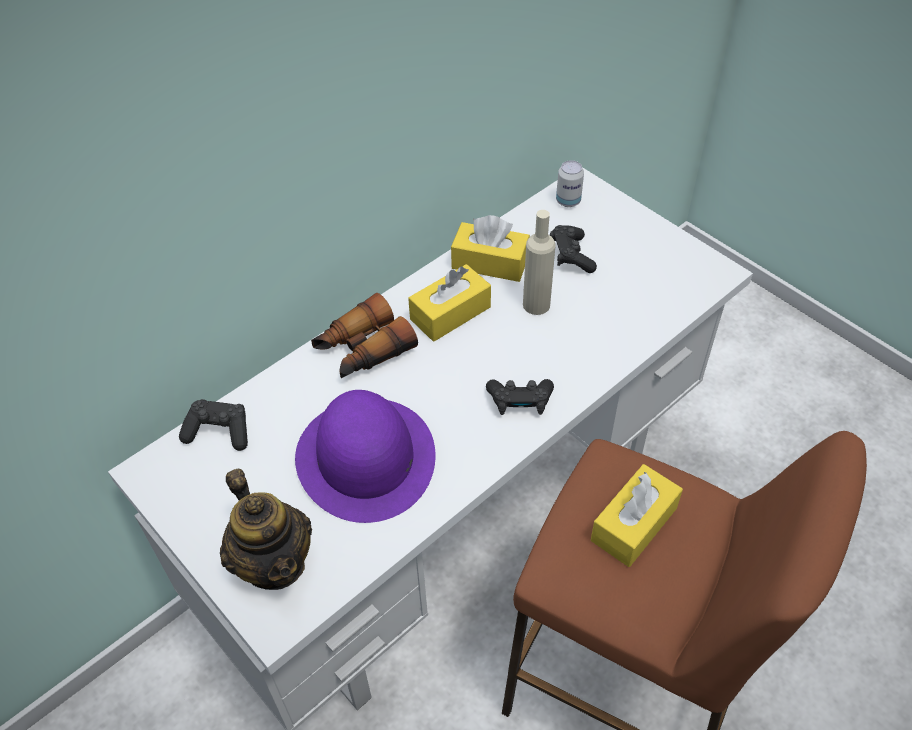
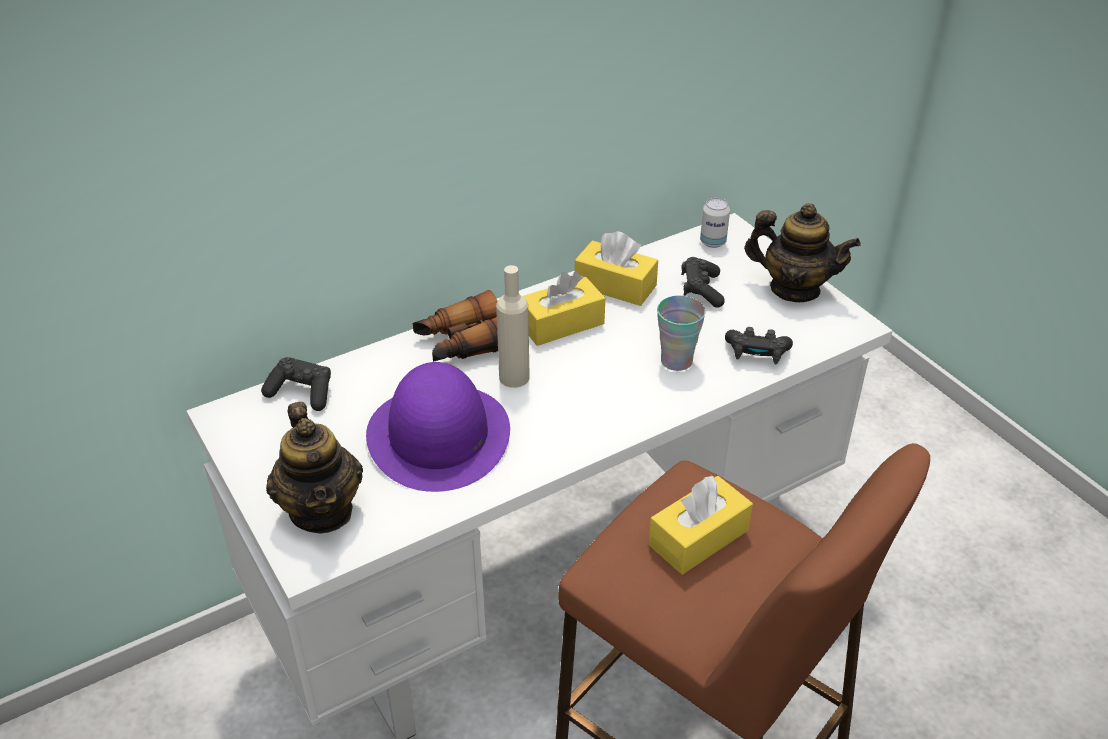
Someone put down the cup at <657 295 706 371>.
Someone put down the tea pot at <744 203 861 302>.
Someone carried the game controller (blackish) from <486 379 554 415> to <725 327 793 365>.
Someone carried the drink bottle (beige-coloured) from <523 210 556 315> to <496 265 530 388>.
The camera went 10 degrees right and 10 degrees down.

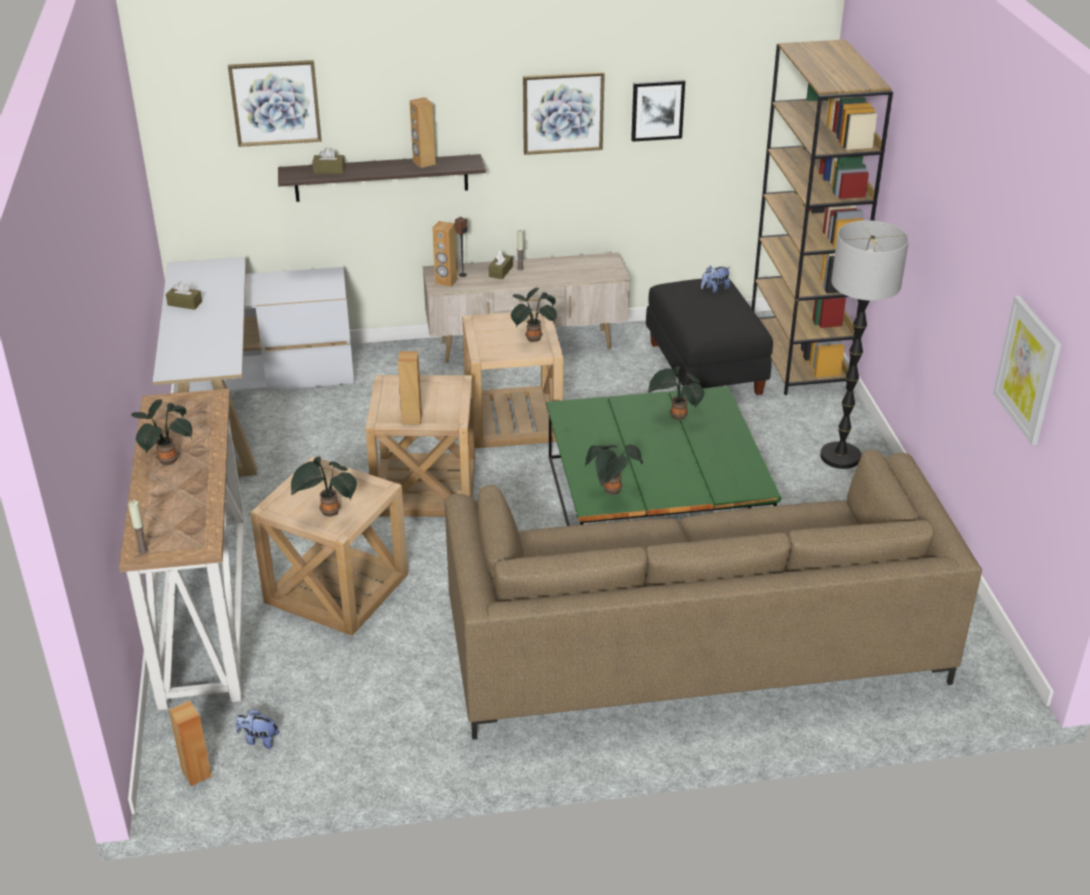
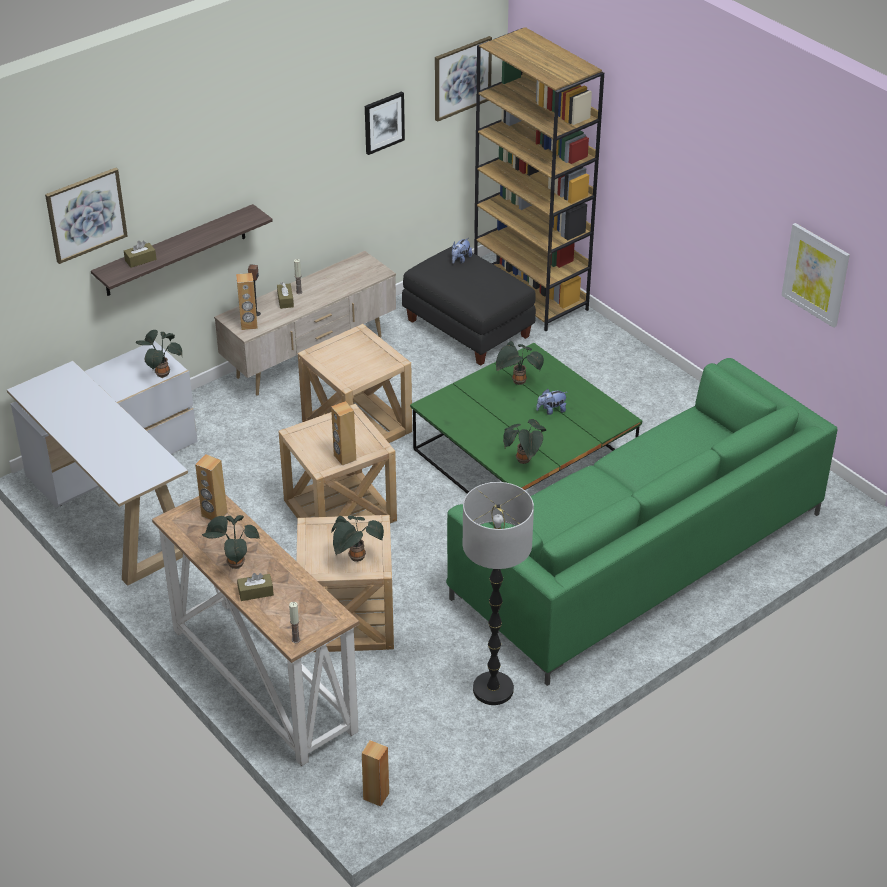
Someone carried the tissue box (brown-coloured) from <166 281 202 310> to <237 573 274 601>.
Someone carried the plush toy from <236 709 279 749> to <536 389 567 415>.
Someone carried the audio speaker (brown-coloured) from <410 97 436 168> to <195 454 227 520>.
Someone carried the plant in a pot from <511 288 557 342> to <136 330 182 378>.
Someone carried the wall art from <523 72 605 155> to <435 36 492 122>.
Someone carried the floor lamp from <820 220 909 469> to <463 482 534 705>.
Someone repainted the sofa (brown-coloured) at <444 450 982 740>, which became the sofa (greenish) at <446 358 838 686>.
The camera went 30 degrees left and 5 degrees up.

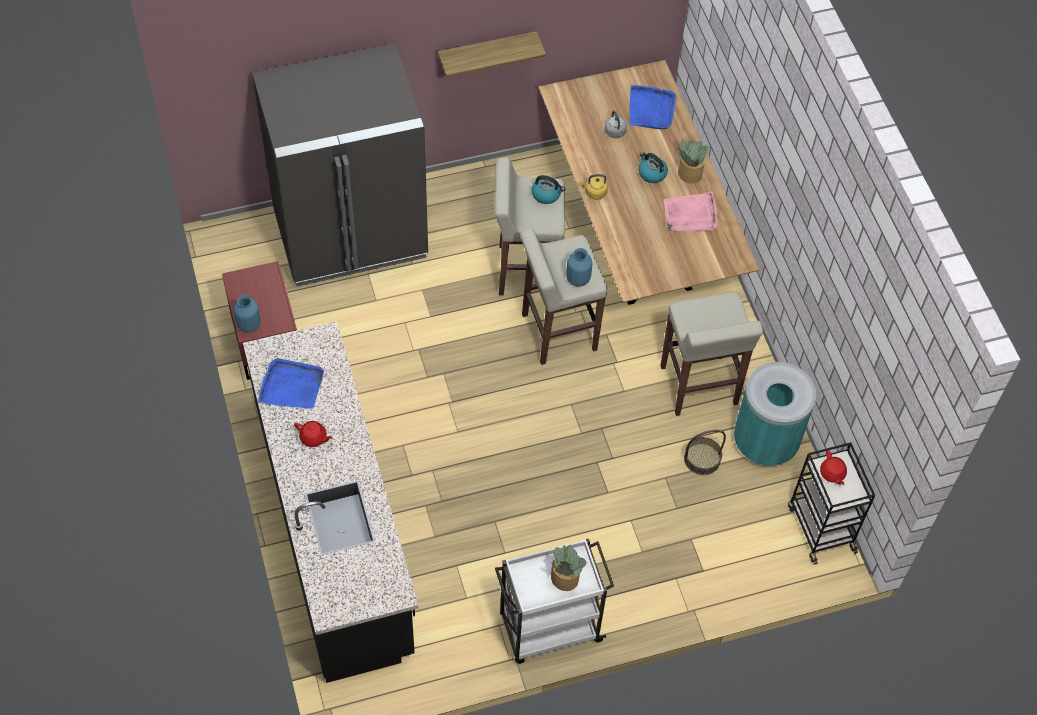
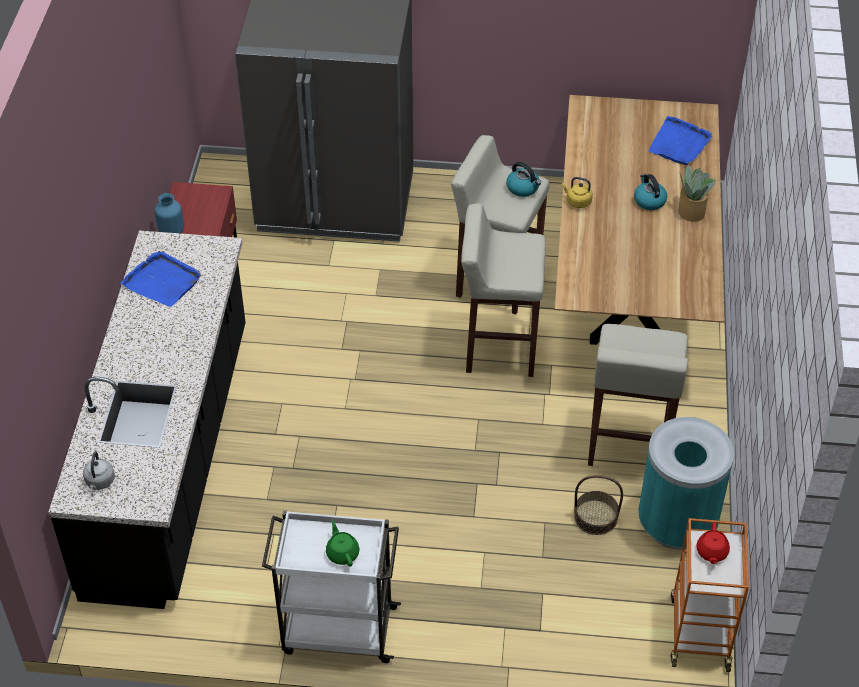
Someone took away the tea pot (red) at <294 421 333 447>.
Someone took away the wall shelf at <438 31 546 77>.
Someone took away the vase (blue) at <566 248 592 287>.
Someone took away the carrying tray (pinkish) at <663 191 717 231>.
Someone carried the kettle (grey) from <605 111 627 138> to <83 452 115 490>.
Someone swapped the plant in a pot at <548 545 586 591> for the tea pot (greenish) at <326 520 359 567>.
Someone repainted the wheeled cart (blackish) at <788 442 875 565>, which became the wheeled cart (orange) at <671 518 749 672>.
The camera went 25 degrees right and 10 degrees down.

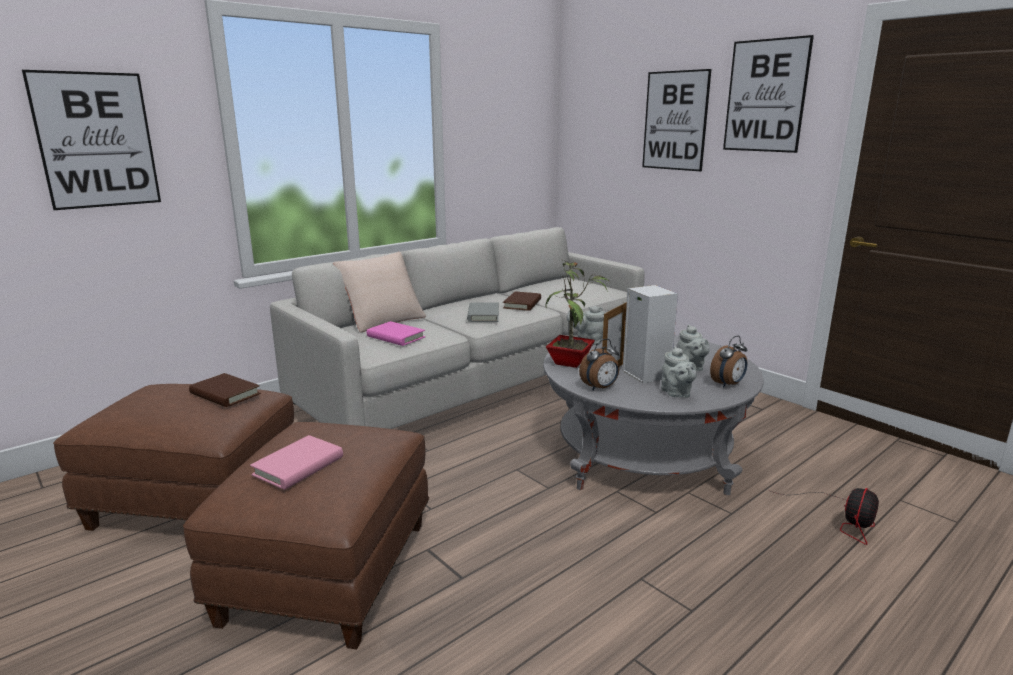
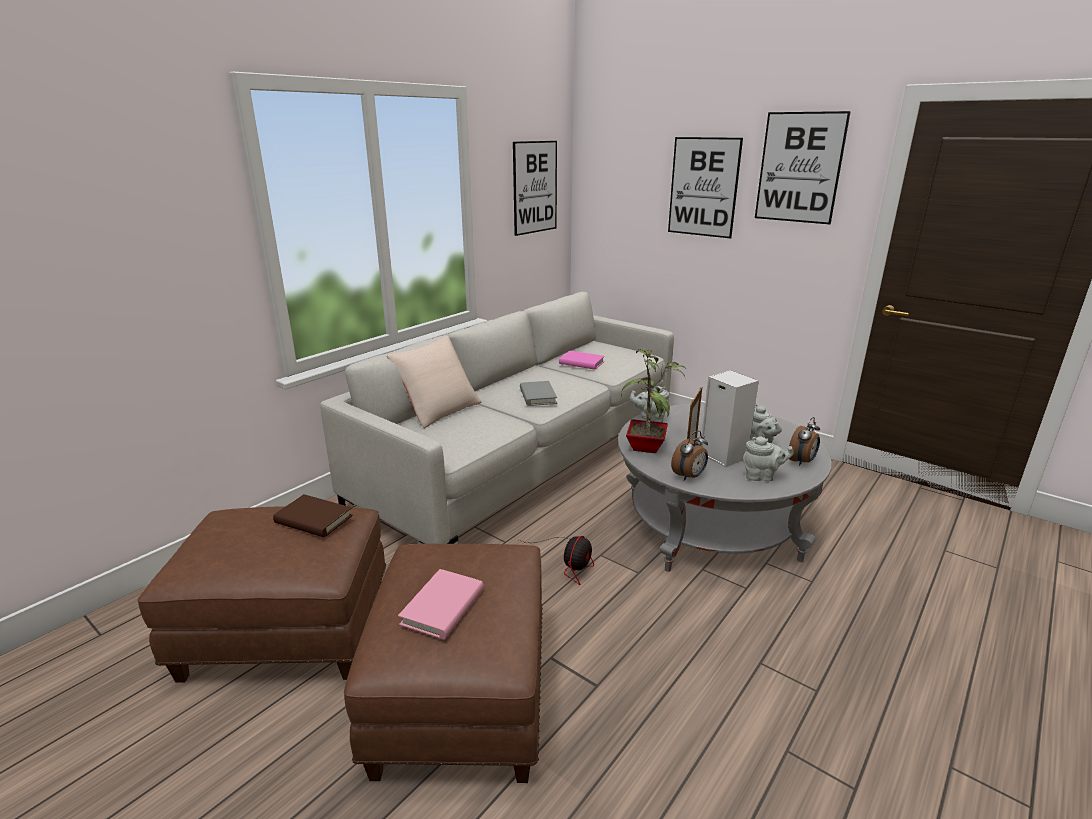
Someone took away the bound book (brown-coloured) at <503 291 541 311>.
Someone carried the wall art from <22 70 161 210> to <513 141 557 236>.
Someone carried the bound book (pinkish) from <367 321 425 346> to <559 351 605 370>.
Someone carried the electric fan from <771 488 879 545> to <519 536 594 585>.
Someone rotated the tea pot (grey) at <661 346 697 398> by 60 degrees counterclockwise.
The camera went 10 degrees left and 5 degrees up.

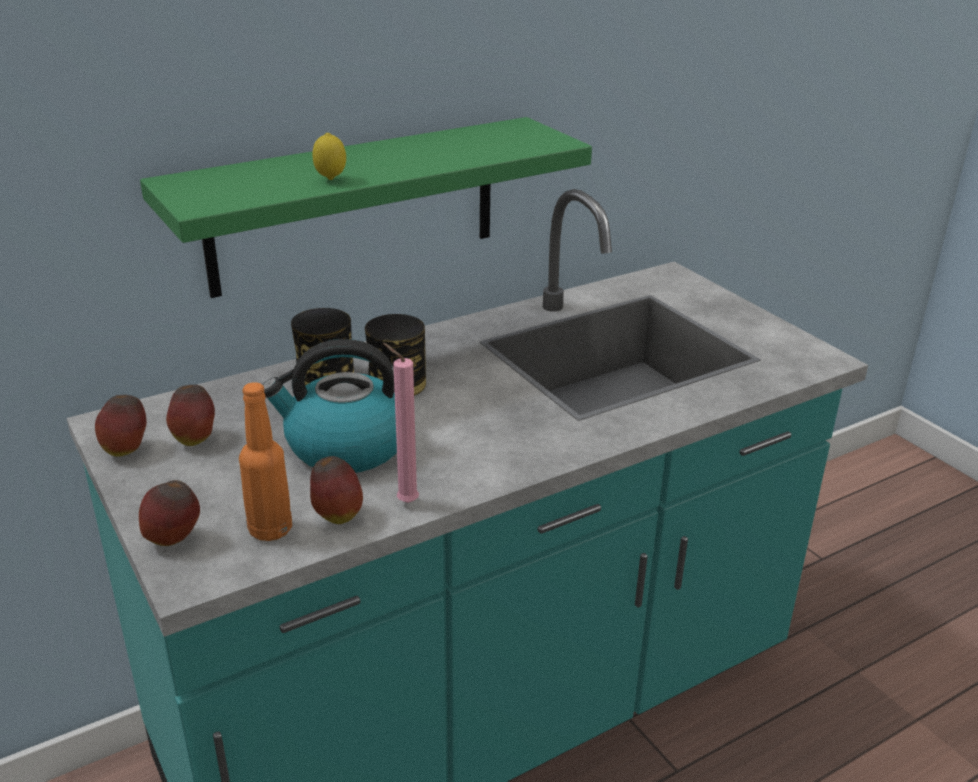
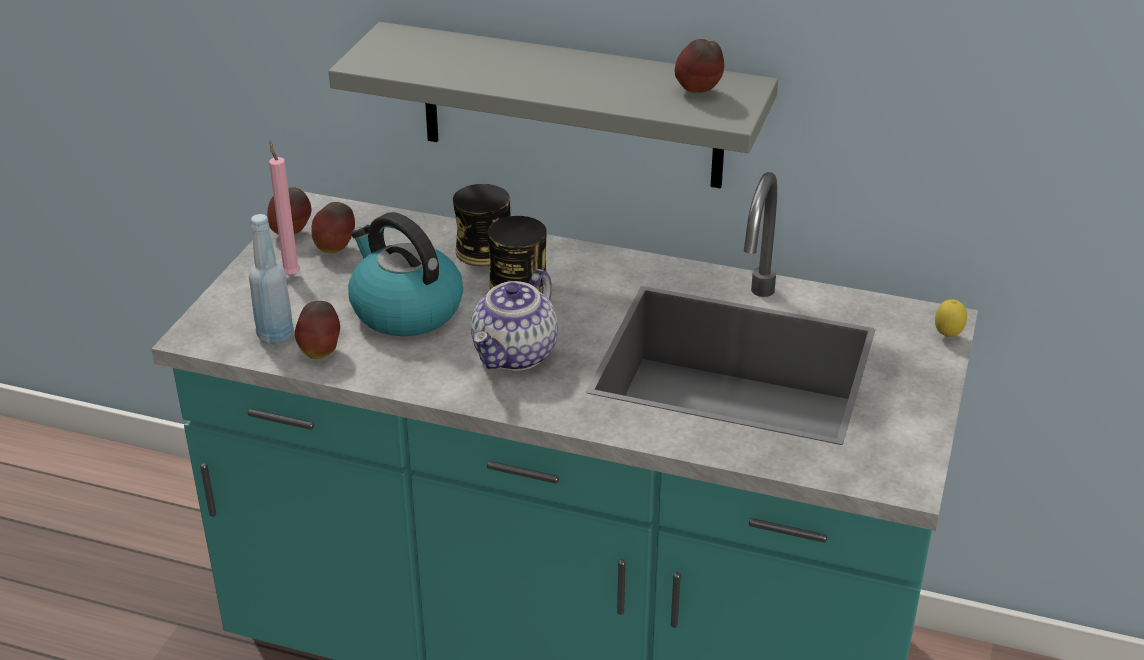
Someone put down the tea pot at <471 269 558 371>.
Someone carried the whole apple from <139 480 200 546> to <675 39 724 93>.
Someone carried the lemon from <312 133 346 180> to <935 299 967 337>.
Someone carried the wax candle (pinkish) from <383 343 419 503> to <269 140 300 276>.
Someone repainted the wall shelf (greenish) at <140 117 592 298>, which became the wall shelf (grey) at <329 22 778 188>.
Someone repainted the drink bottle (orange) at <239 382 292 541>, which became the drink bottle (blue) at <249 214 294 344>.
The camera went 50 degrees right and 5 degrees up.

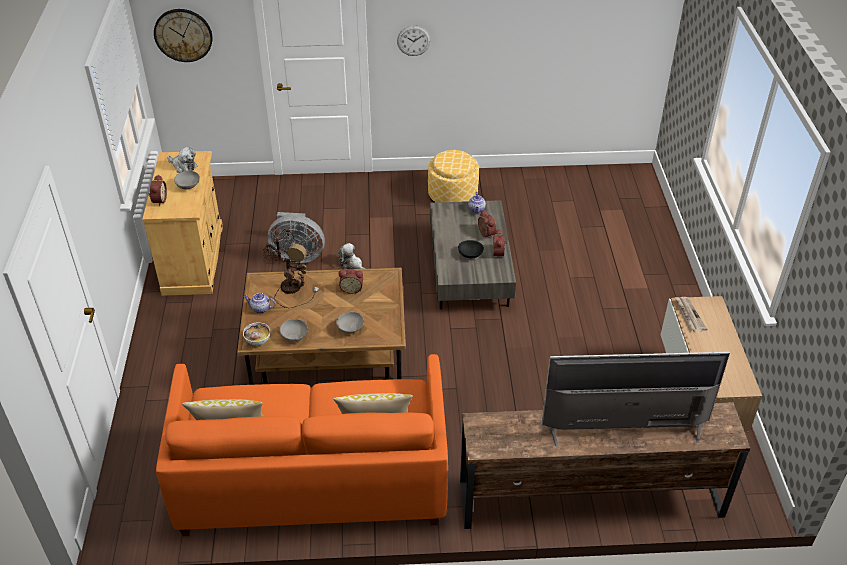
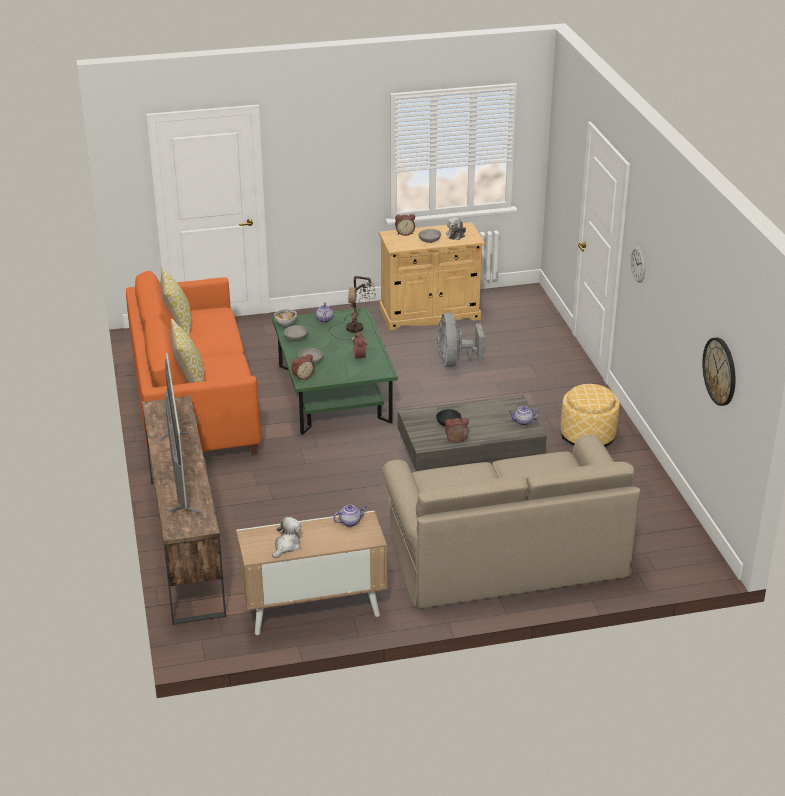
Someone put down the sofa (beige-coloured) at <382 434 640 609>.
Someone carried the wall clock from <154 9 213 62> to <702 337 735 406>.
Someone carried the plush toy from <338 243 366 269> to <272 517 301 558>.
Someone carried the alarm clock from <478 210 497 238> to <291 354 315 380>.
Someone swapped the daily paper at <675 297 707 332> for the tea pot at <333 505 366 527>.
Someone repainted the lounge table (brown-coloured) at <237 268 406 385>, which became the lounge table (greenish) at <272 307 398 435>.
The camera went 80 degrees right and 10 degrees down.

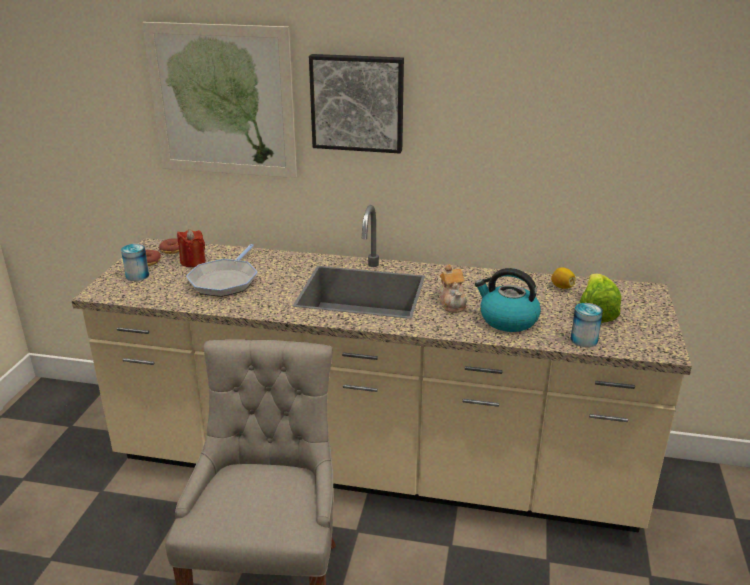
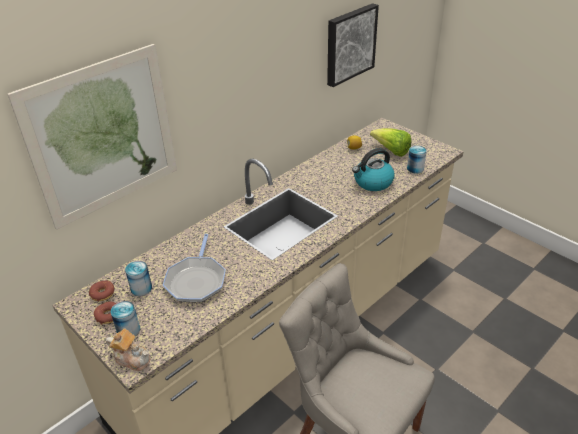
Someone carried the wall art from <309 54 404 154> to <327 3 379 87>.
Someone carried the tea pot from <439 264 467 313> to <106 328 150 371>.
Someone swapped the wax candle (red) at <177 229 206 267> for the sealed can at <125 261 152 296>.
Someone rotated the frying pan at <186 244 258 297> by 45 degrees clockwise.
The camera went 55 degrees left and 10 degrees up.

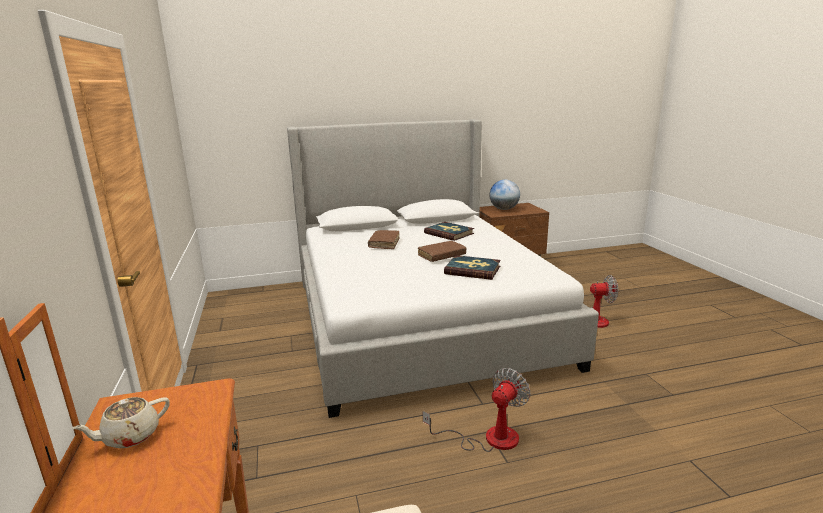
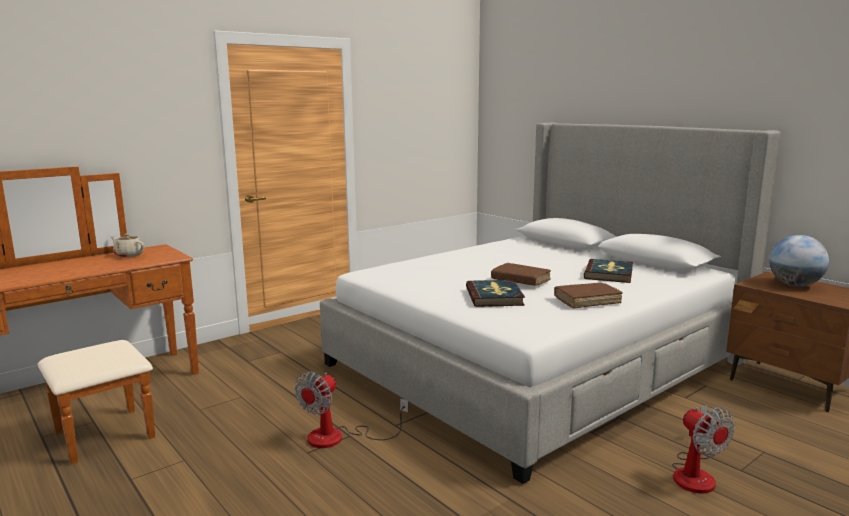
Someone carried the bound book (brown-coloured) from <368 230 400 249> to <554 283 623 309>.
Someone rotated the electric fan at <423 368 530 452> by 105 degrees clockwise.
The camera went 65 degrees right and 5 degrees down.

